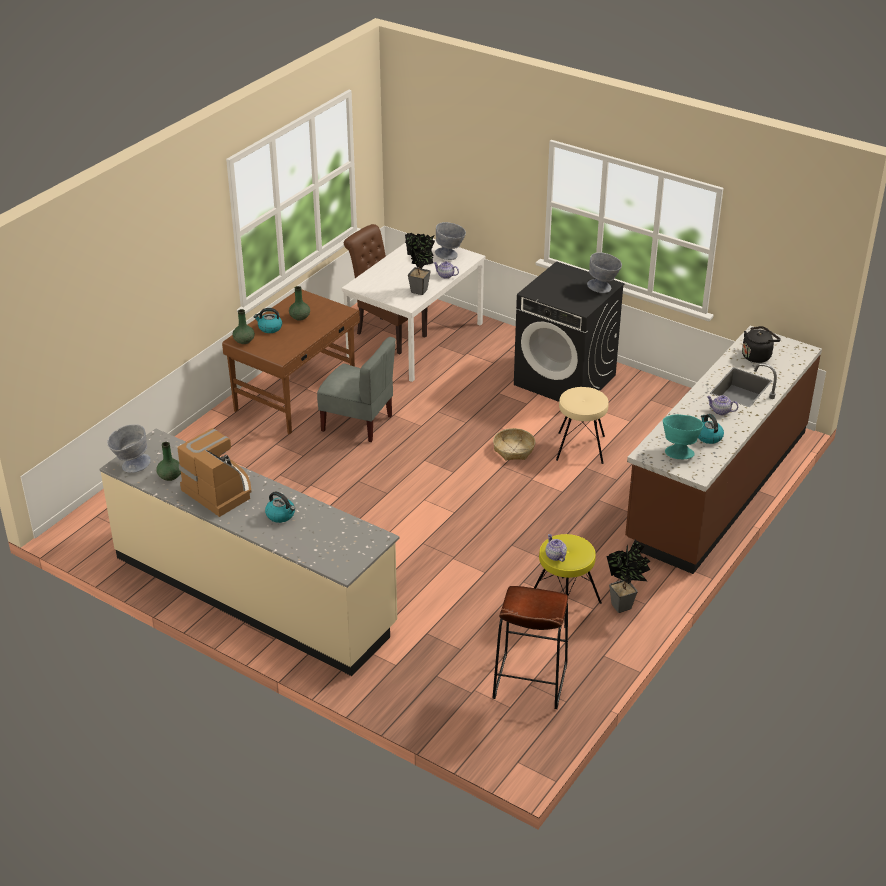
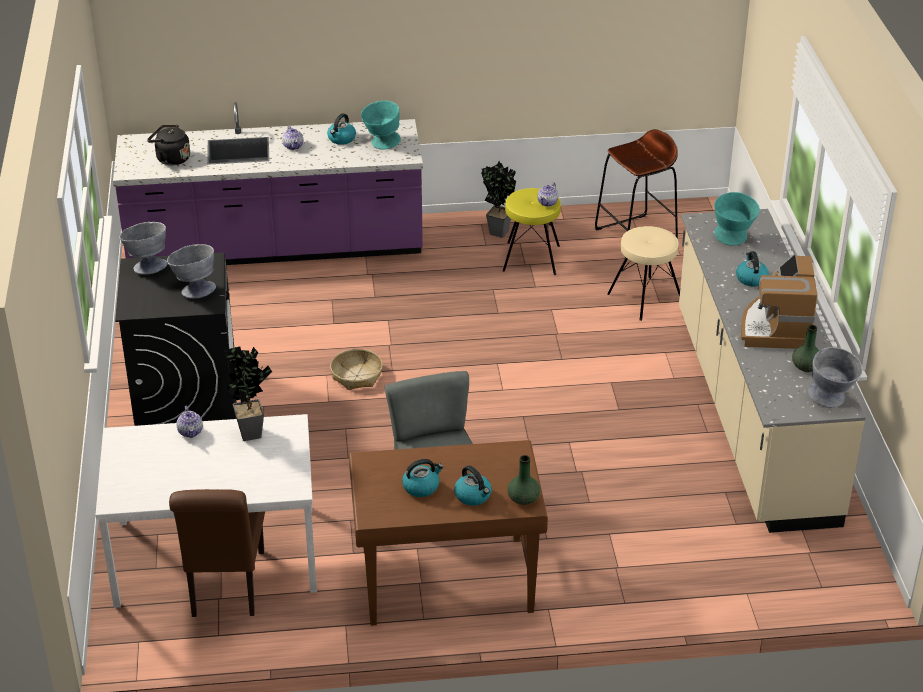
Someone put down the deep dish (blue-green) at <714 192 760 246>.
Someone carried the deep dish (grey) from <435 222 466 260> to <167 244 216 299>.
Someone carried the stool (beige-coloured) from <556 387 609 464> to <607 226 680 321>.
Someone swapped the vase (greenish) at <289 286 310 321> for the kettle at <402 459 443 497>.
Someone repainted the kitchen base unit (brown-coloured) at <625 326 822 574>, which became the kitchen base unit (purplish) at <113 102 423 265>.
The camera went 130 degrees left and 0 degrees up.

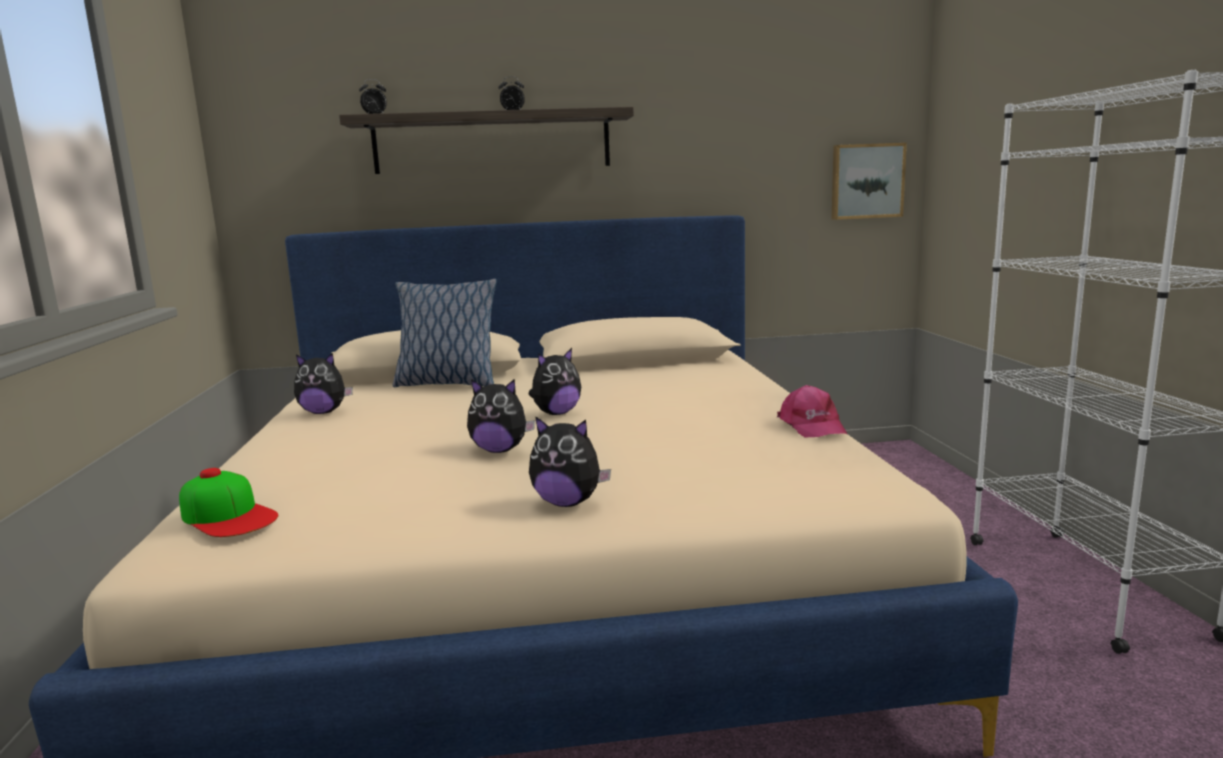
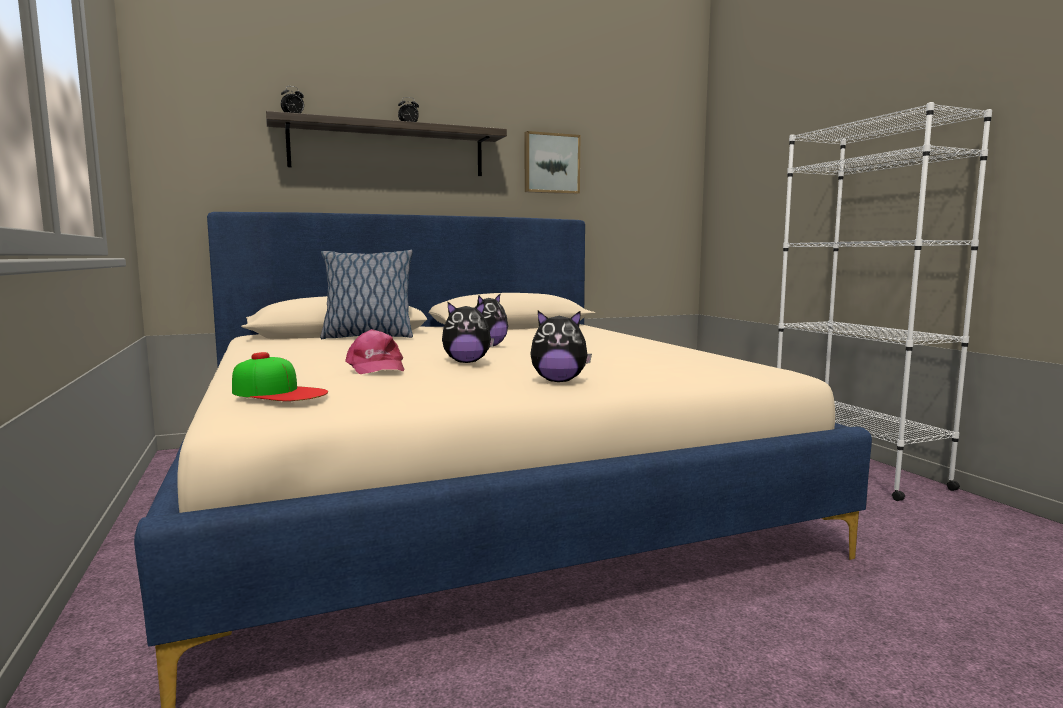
Someone took away the plush toy at <294 353 353 414>.
Someone carried the cap (pinkish) from <777 385 847 437> to <345 329 404 374>.
Someone carried the wall art from <832 143 907 220> to <525 131 580 194>.
The camera went 15 degrees left and 5 degrees down.

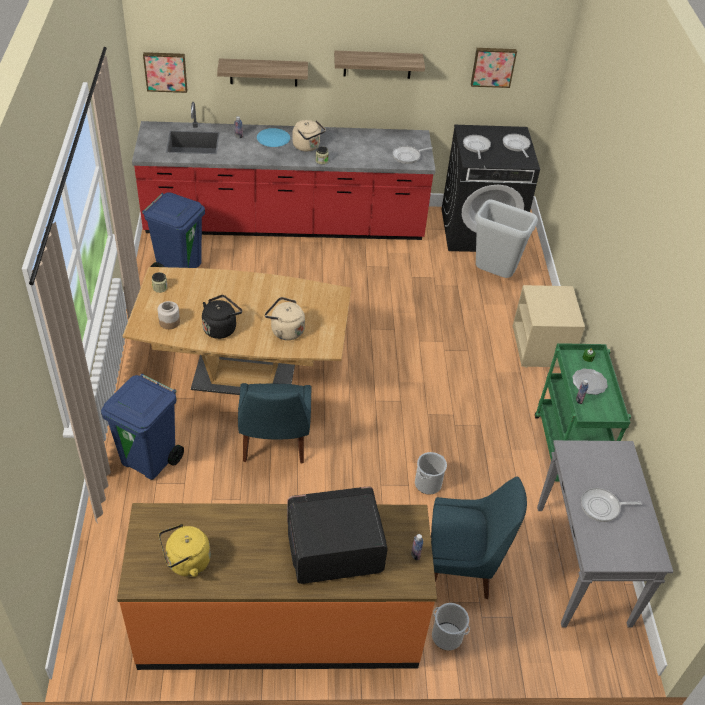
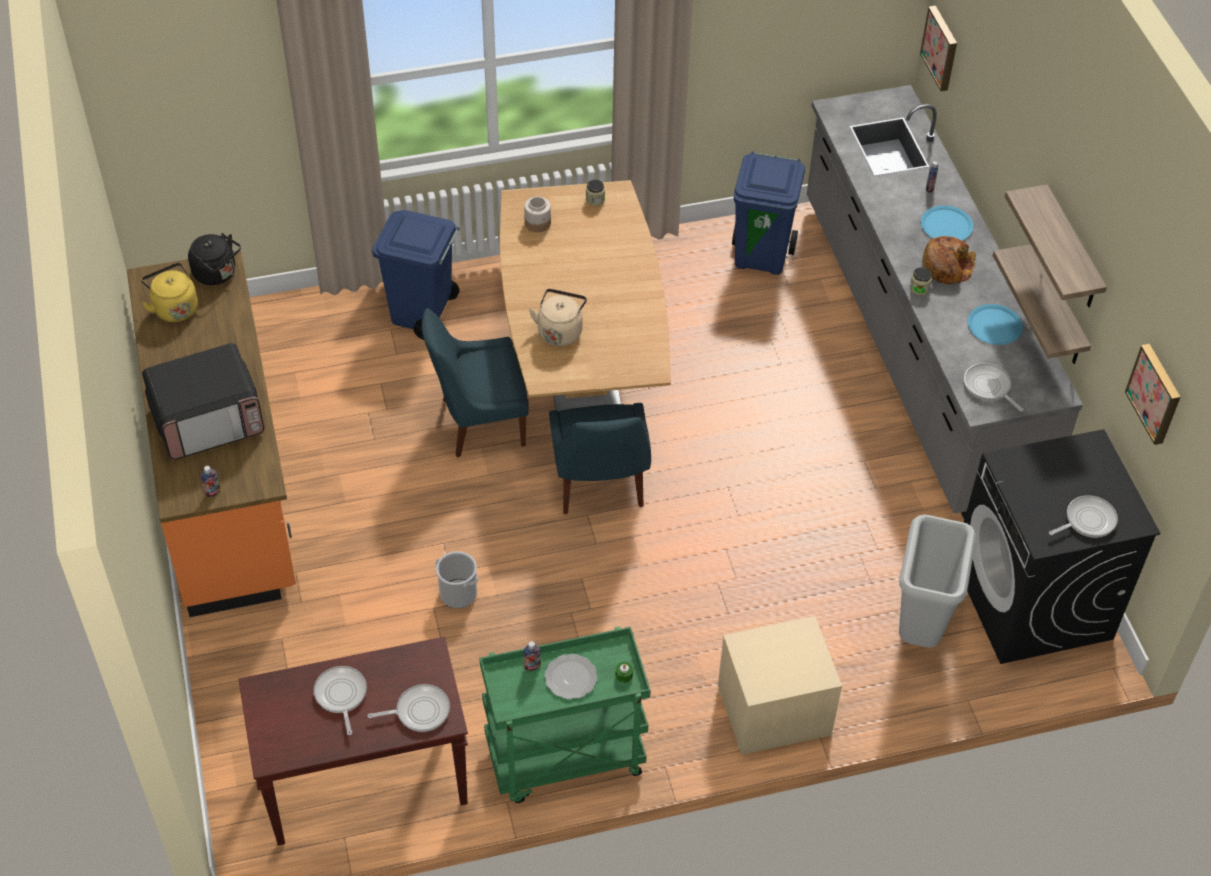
Someone took away the bucket at <432 603 470 650>.
Someone put down the flat dish (blue) at <968 304 1023 345>.
Someone carried the kettle (blackish) from <202 295 242 339> to <188 233 241 285>.
Someone carried the wall shelf from <217 58 308 86> to <993 244 1091 364>.
Someone carried the chair (blue) from <431 477 527 599> to <549 403 651 514>.
Someone carried the frying pan from <463 135 491 159> to <368 684 450 732>.
Someone swapped the kettle (beige-coloured) at <292 120 326 152> for the baked bread at <922 236 976 284>.
Someone repainted the kitchen base unit (red) at <132 102 436 240>, which became the kitchen base unit (grey) at <807 85 1083 519>.
Someone repainted the hall table (grey) at <537 440 673 628>, which became the hall table (brown-coloured) at <238 637 468 846>.
Someone rotated the kitchen microwave at <287 486 388 584> by 90 degrees clockwise.
The camera went 80 degrees right and 5 degrees up.

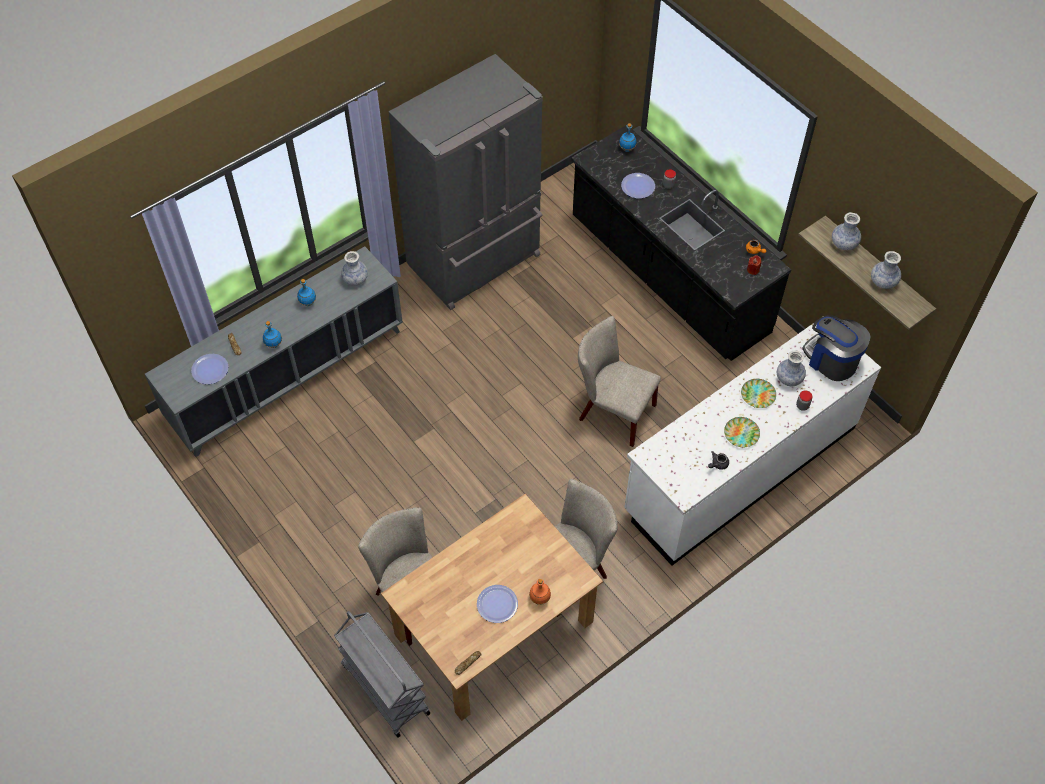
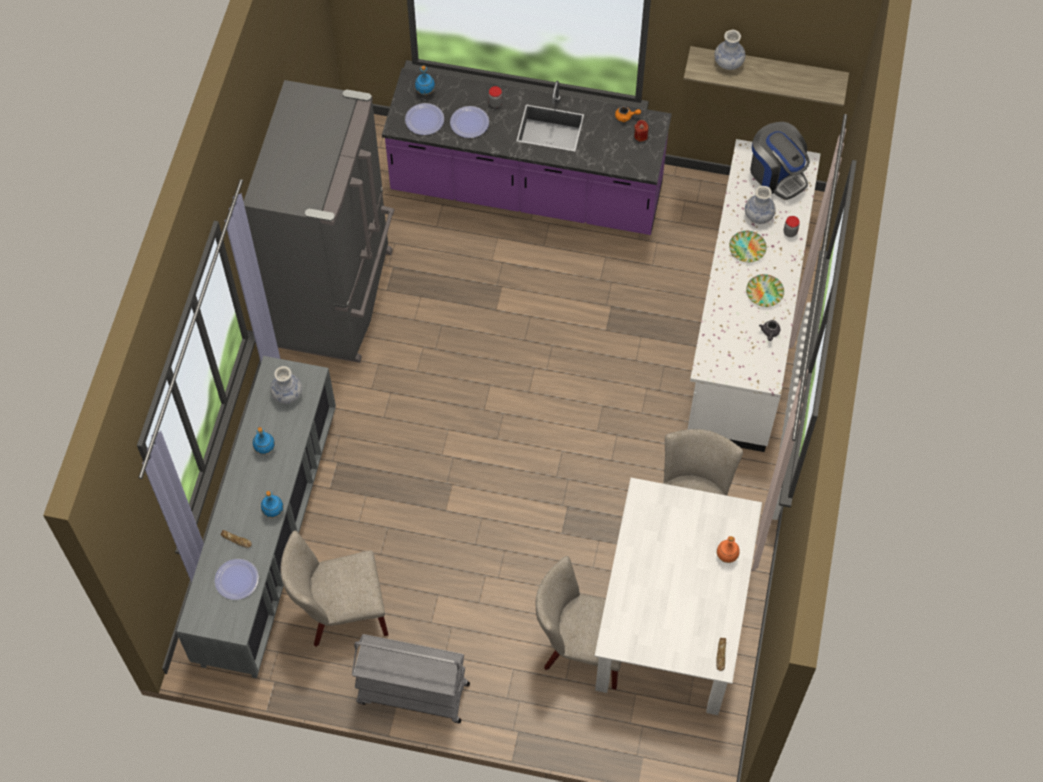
Someone took away the vase at <871 251 901 289>.
Someone carried the wheeled cart (grey) from <334 611 430 738> to <352 634 470 723>.
Someone carried the flat dish from <477 585 518 623> to <405 103 444 135>.
Someone carried the chair (beige-coloured) from <578 316 661 447> to <280 531 388 647>.
Someone repainted the dining table (brown-coloured) at <381 494 603 721>, which became the dining table (white-coloured) at <594 478 762 715>.
Someone repainted the kitchen base unit (blackish) at <571 125 791 361>, which became the kitchen base unit (purplish) at <382 68 672 235>.
Someone rotated the coffee maker at <802 315 871 381> by 135 degrees counterclockwise.
The camera went 40 degrees left and 5 degrees up.

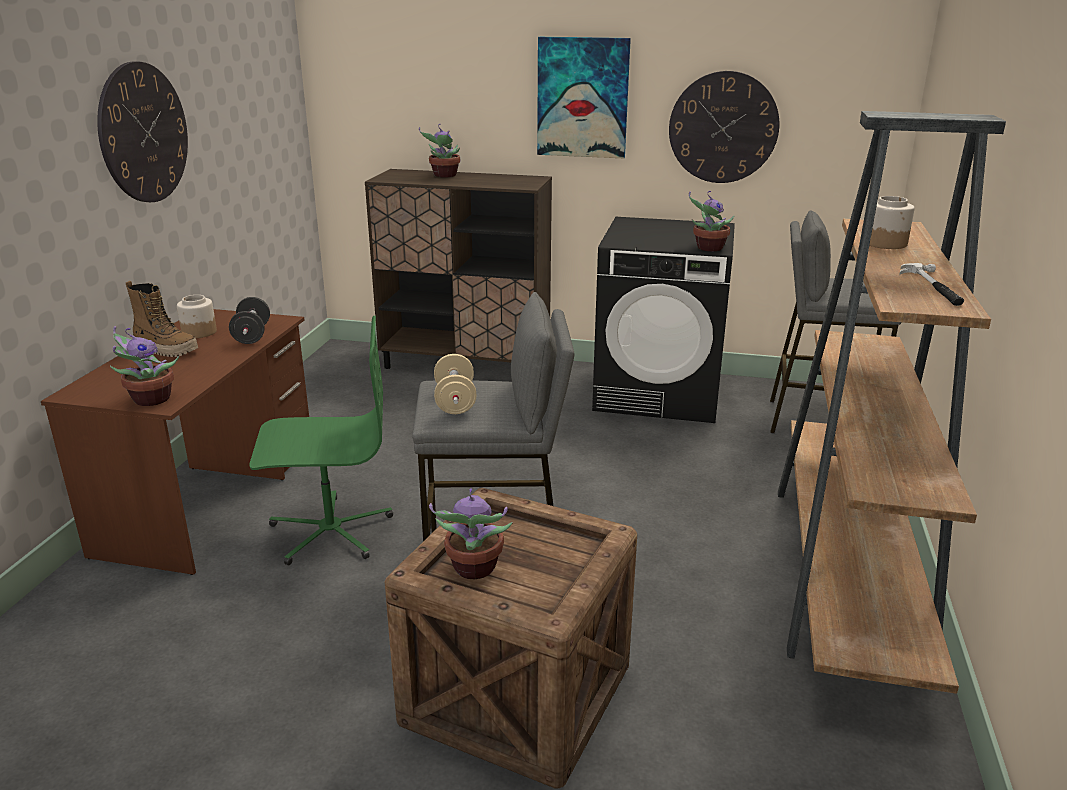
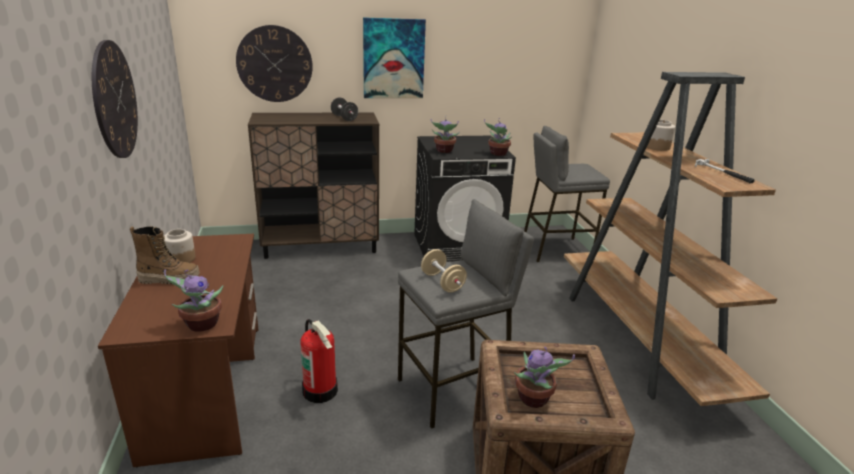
Someone carried the free weight (blackish) from <229 297 270 344> to <331 97 358 121>.
Someone carried the plant in a pot from <419 123 460 178> to <431 116 460 153>.
Someone carried the wall clock from <669 71 779 183> to <236 25 313 102>.
Someone swapped the computer chair (greenish) at <249 316 393 565> for the fire extinguisher at <301 319 338 403>.
The camera went 25 degrees left and 0 degrees up.

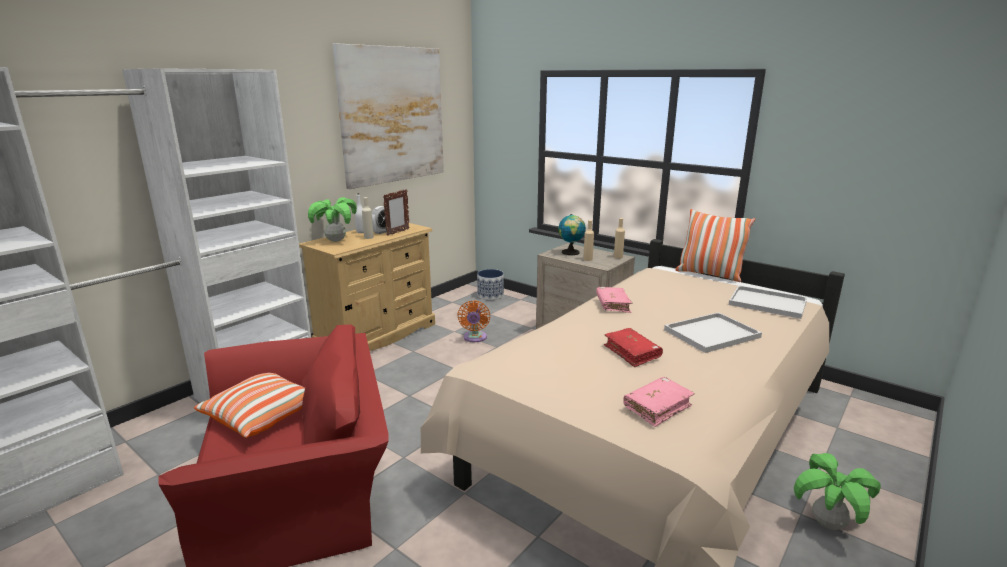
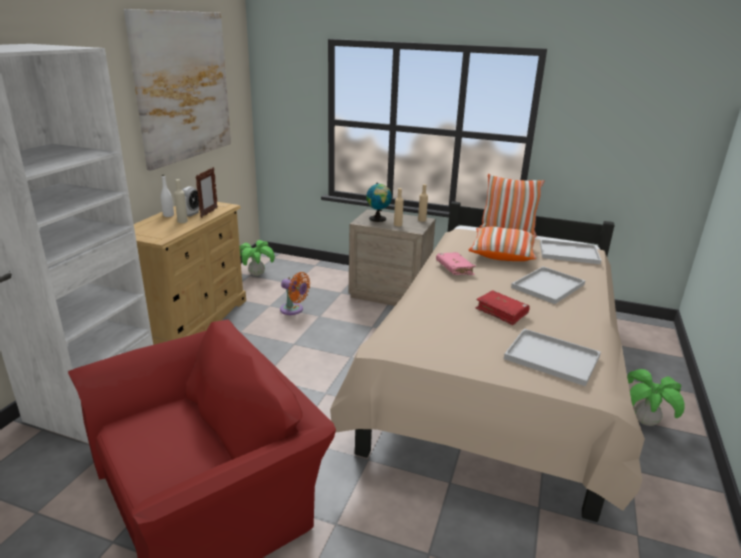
Someone took away the flower pot at <477 269 504 300>.
Someone carried the pillow from <194 373 305 438> to <469 227 536 261>.
Someone carried the plant in a pot from <308 197 357 242> to <240 240 275 276>.
Someone swapped the bound book (pinkish) at <623 377 695 427> for the carrying tray (white-coloured) at <504 329 601 387>.
Someone rotated the electric fan (orange) at <457 300 490 342> by 45 degrees counterclockwise.
The camera went 20 degrees left and 5 degrees up.

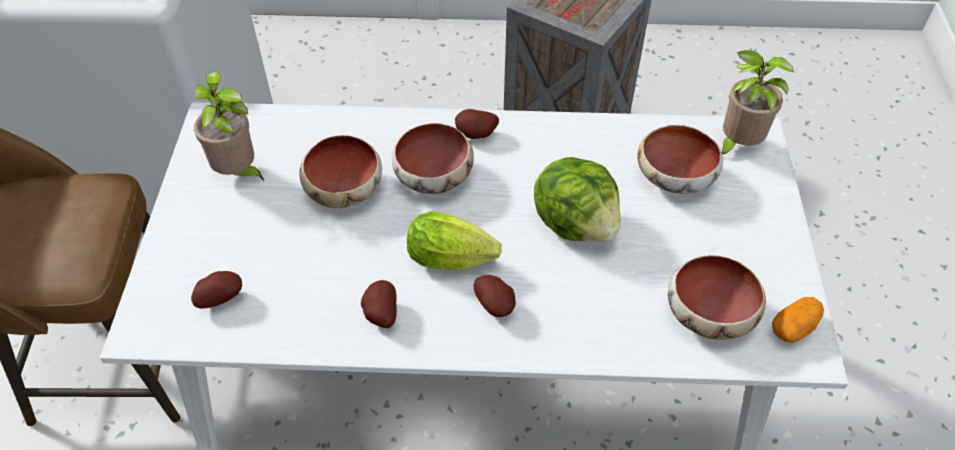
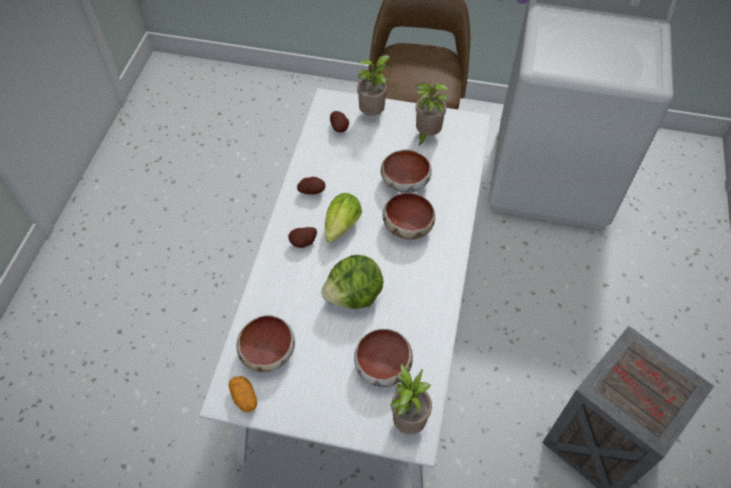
Someone took away the spud at <455 109 499 139>.
Someone put down the plant in a pot at <357 55 390 116>.
The camera went 100 degrees right and 5 degrees up.

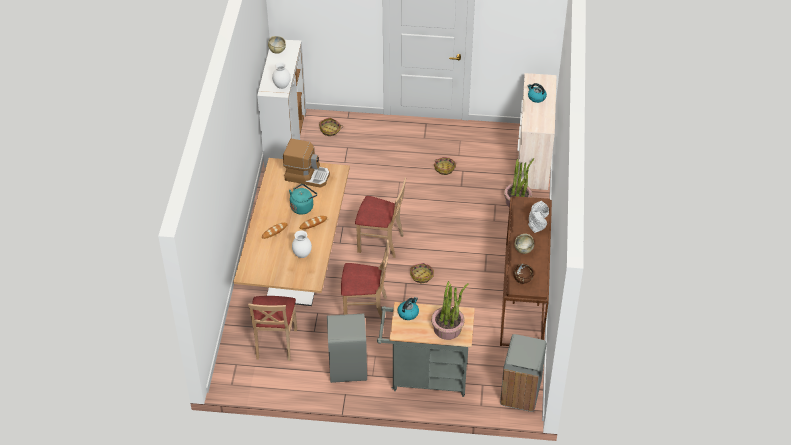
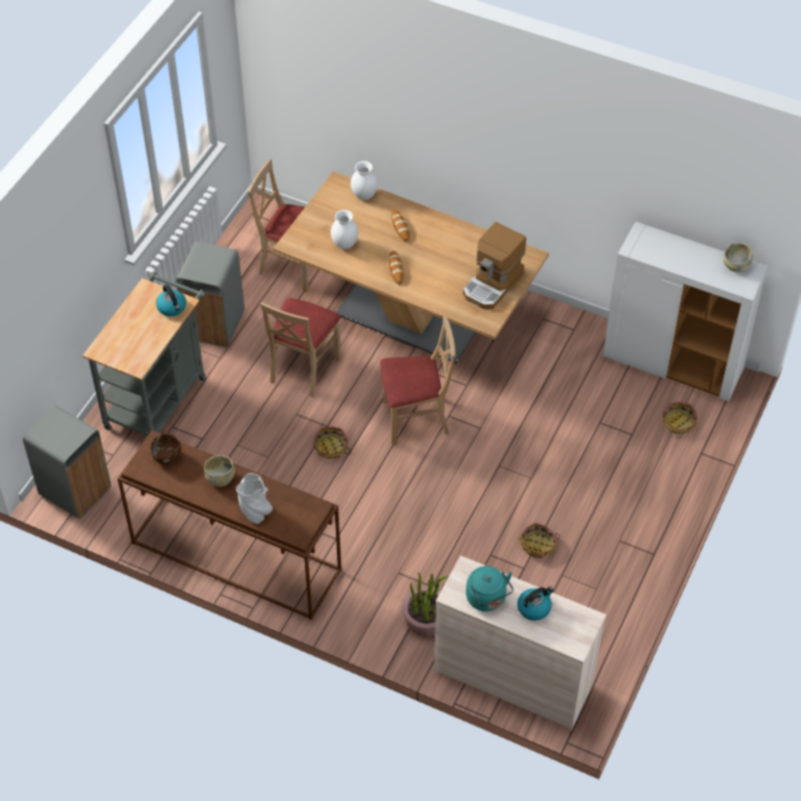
Someone took away the plant in a pot at <431 281 469 340>.
Someone carried the vase (white-coloured) from <272 62 291 89> to <351 161 378 200>.
Someone carried the kettle (blue-green) from <289 184 317 215> to <466 566 513 612>.
Someone rotated the chair (beige-coloured) at <355 178 406 258> by 135 degrees counterclockwise.
The camera went 110 degrees right and 5 degrees up.

